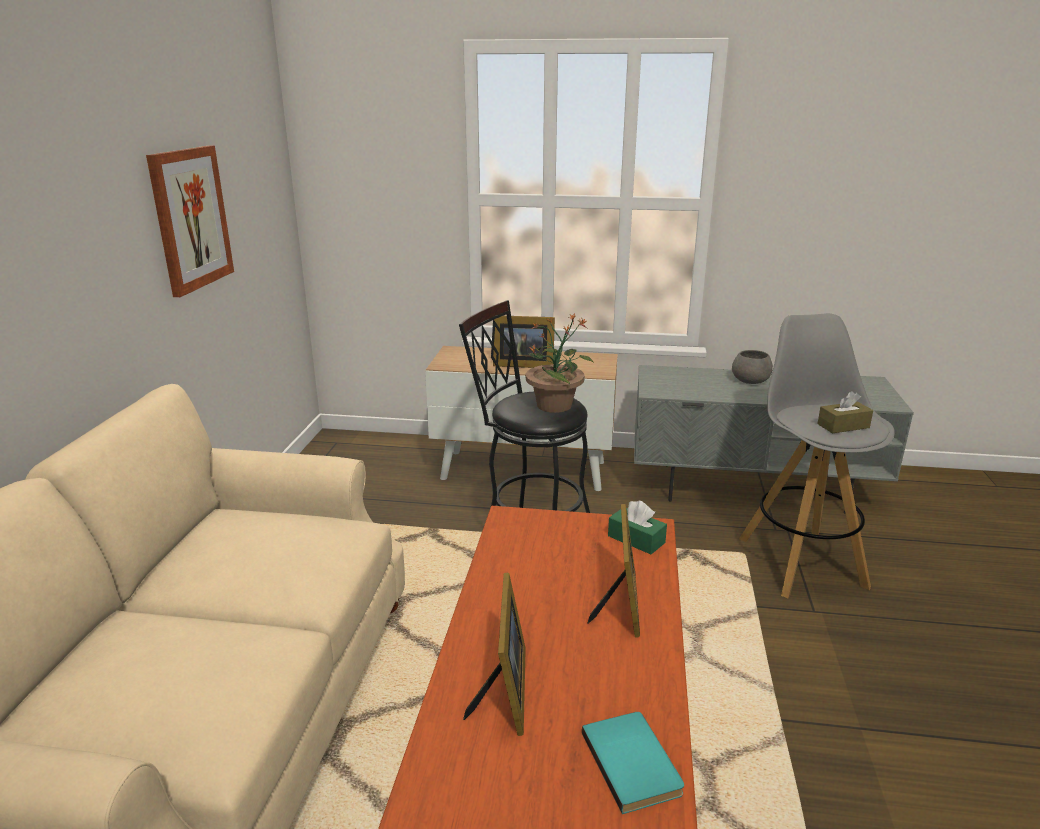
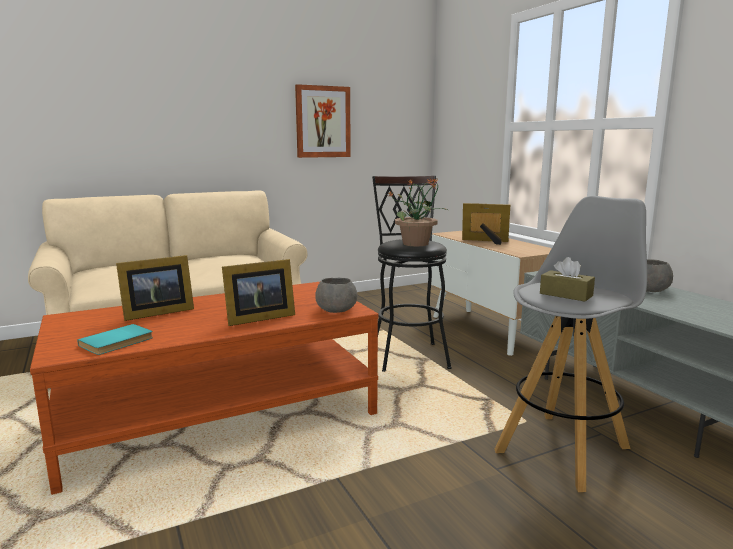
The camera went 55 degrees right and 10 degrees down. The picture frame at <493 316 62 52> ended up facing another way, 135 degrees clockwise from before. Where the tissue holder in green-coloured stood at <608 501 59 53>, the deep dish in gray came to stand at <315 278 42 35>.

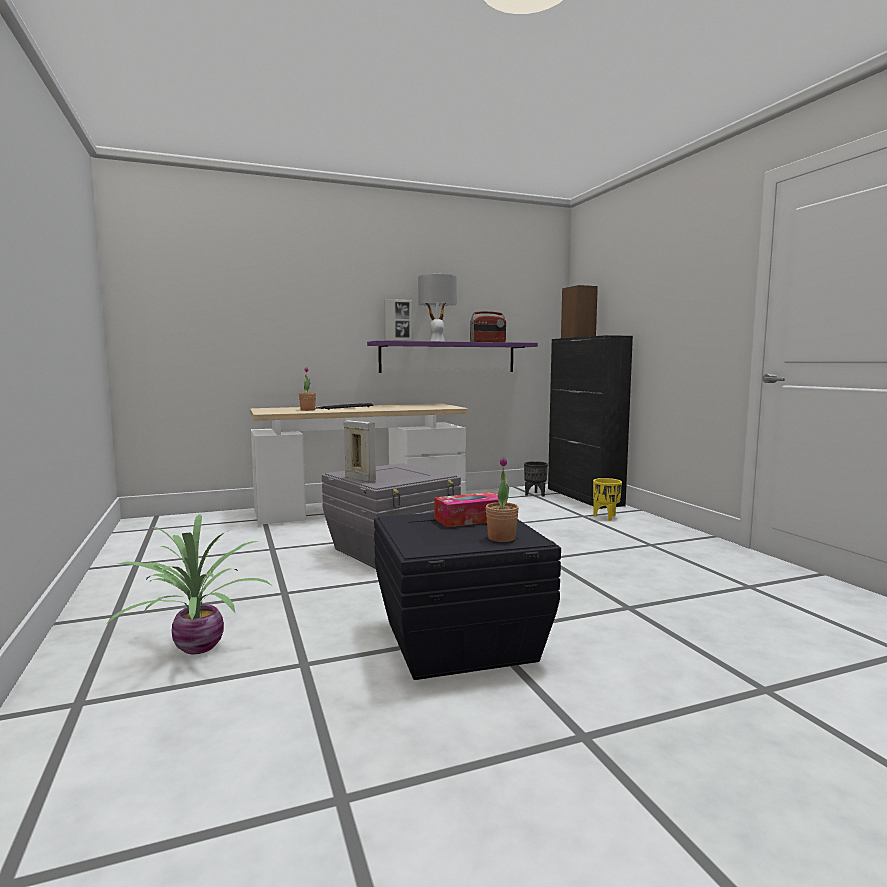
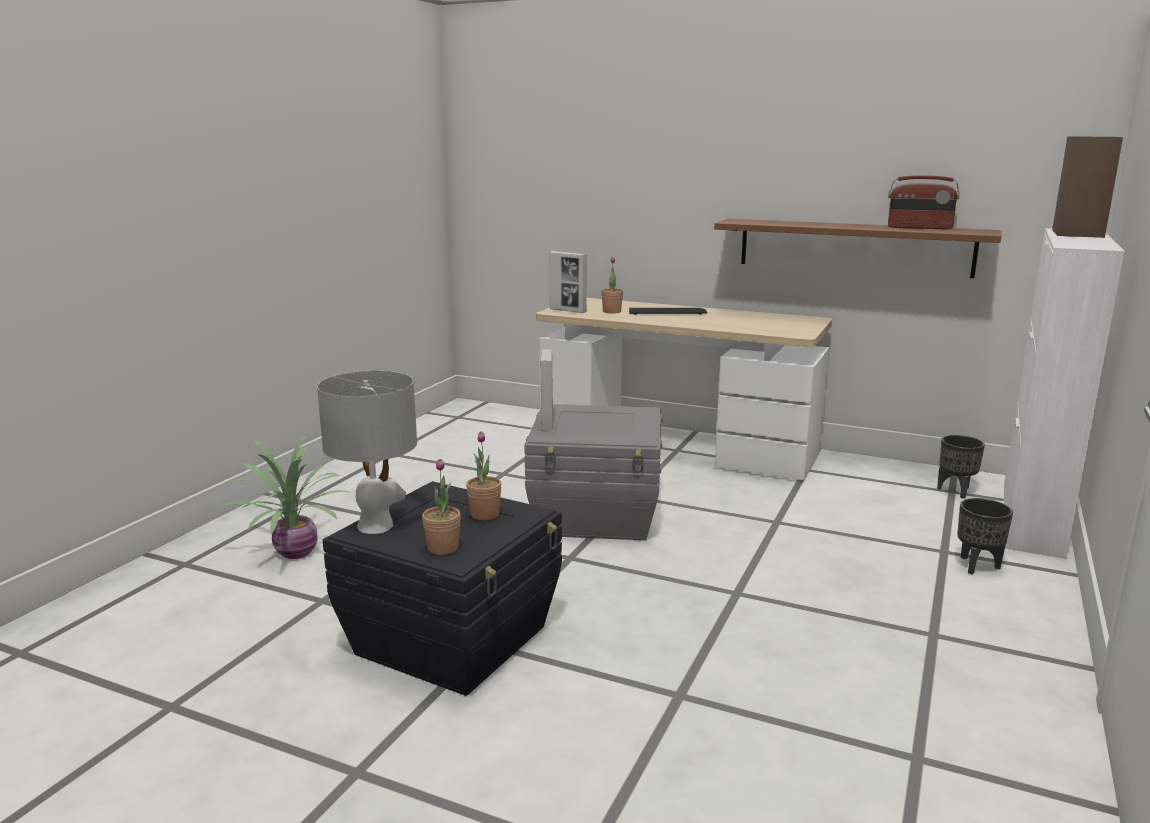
The camera went 45 degrees right and 10 degrees up. What was the bracket shelf in purplish at <367 341 171 32> turned into the bracket shelf in brown-coloured at <714 219 287 59>. The picture frame ended up elsewhere, having gone from <384 299 28 42> to <550 251 37 62>. The tabletop lamp in gray ended up elsewhere, having gone from <418 274 39 67> to <317 370 100 164>. Where the tissue holder stood at <434 492 73 35>, the houseplant came to stand at <466 431 36 89>. What was the cabinet in black-coloured at <548 335 85 174> turned into the cabinet in white at <1004 228 121 331>. What was the flower pot in yellow at <593 478 29 43> turned into the flower pot in black-coloured at <957 498 56 77>.

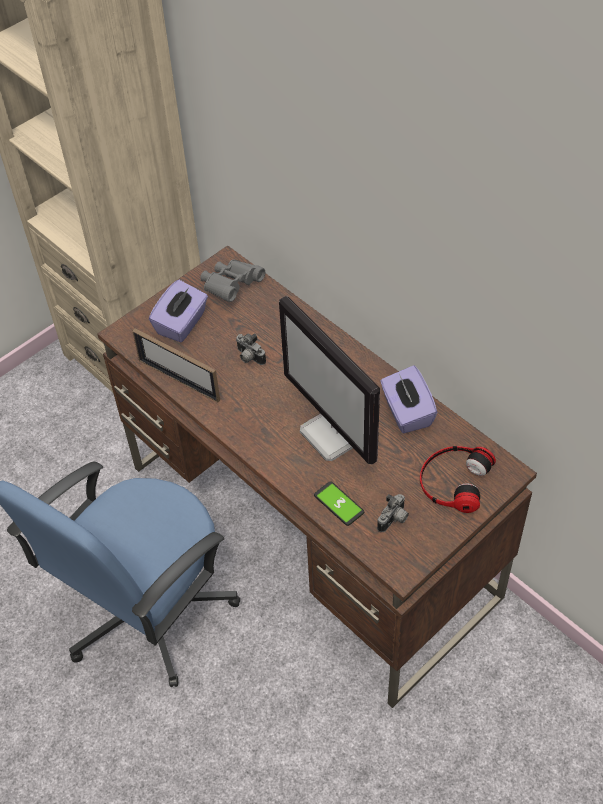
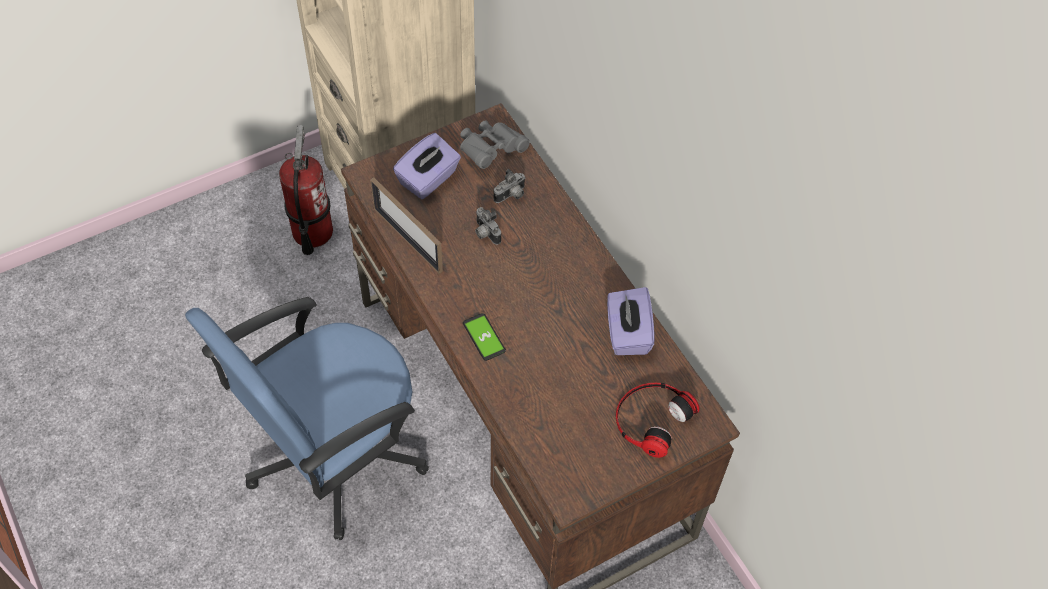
The camera went 10 degrees right and 5 degrees up. The second view lost the monitor at <279 296 101 168>. The phone ended up elsewhere, having gone from <314 482 50 44> to <463 313 43 48>. The photo camera ended up elsewhere, having gone from <377 494 32 38> to <493 169 33 34>. The second view gained the fire extinguisher at <279 125 54 130>.

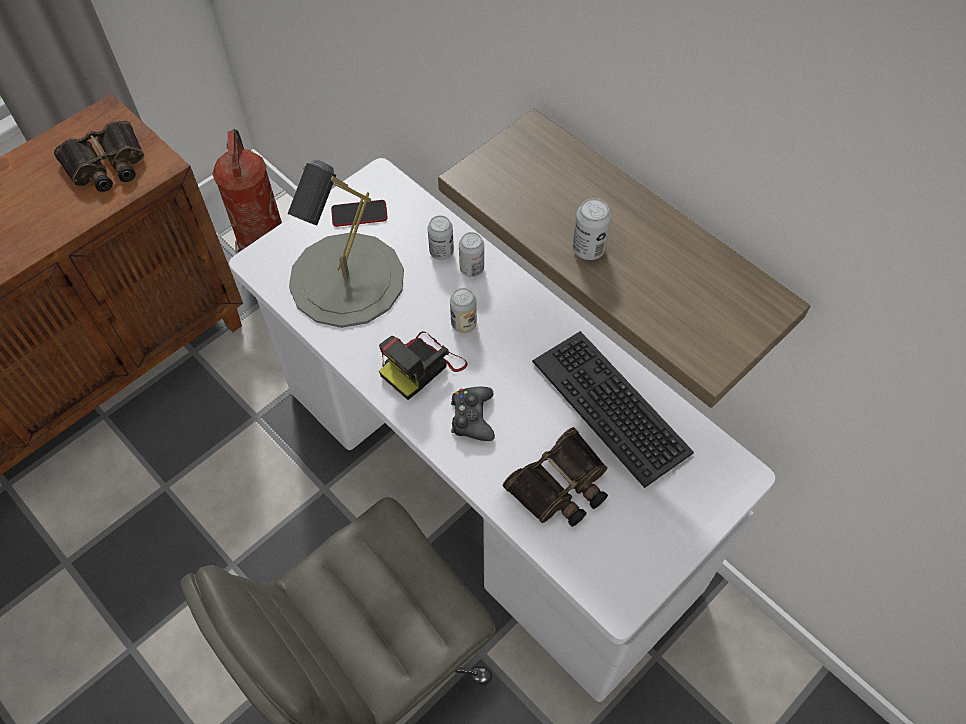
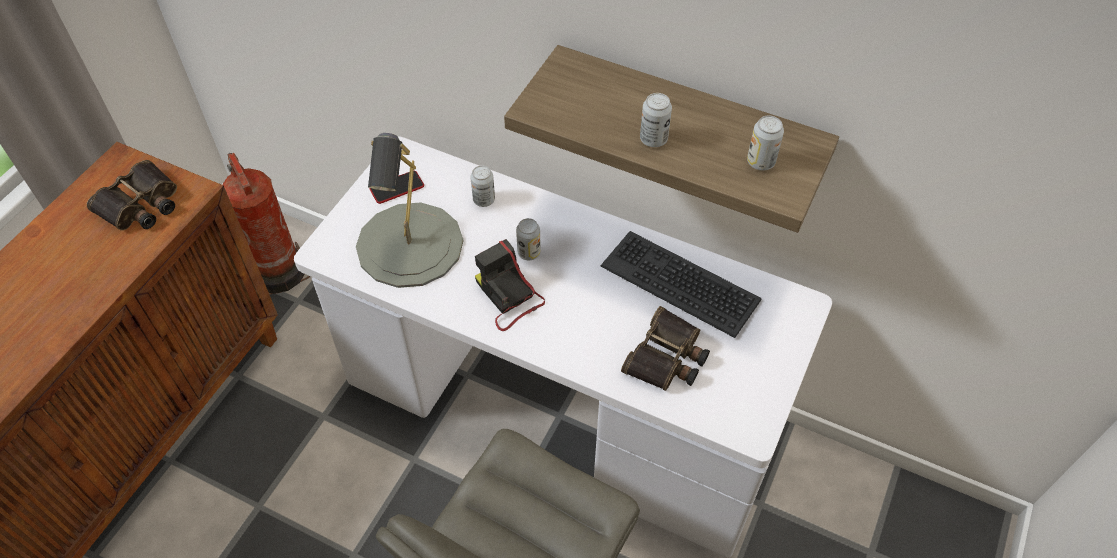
The camera went 20 degrees left and 5 degrees down. The photo camera at <379 331 89 69> ended up facing another way, 120 degrees clockwise from before. The second view lost the game controller in black-coloured at <451 387 44 54>. The can ended up elsewhere, having gone from <459 232 25 45> to <747 116 37 55>.

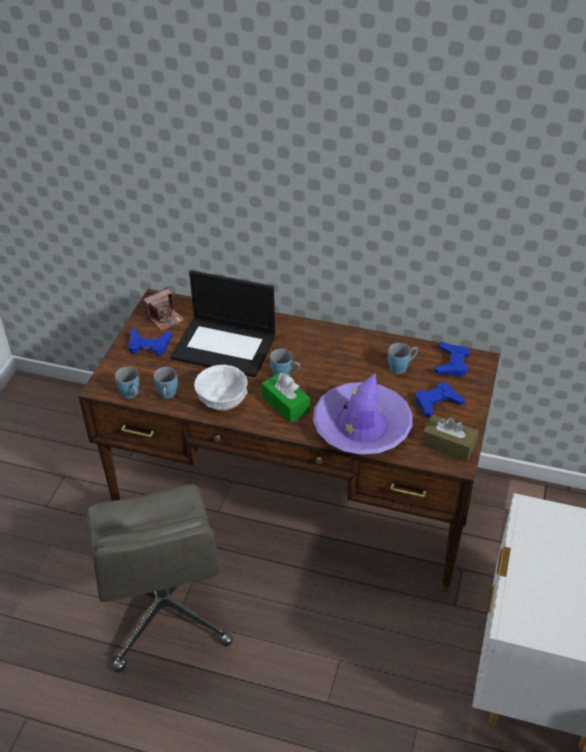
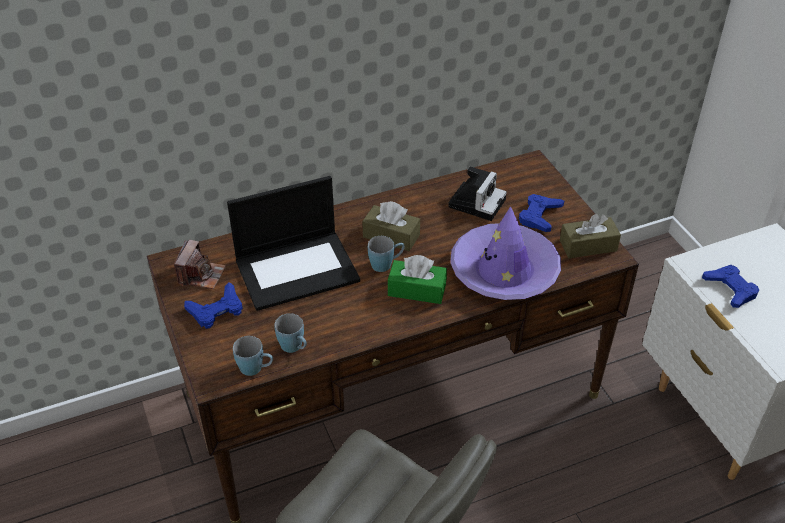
The camera went 40 degrees left and 0 degrees up. The second view lost the deep dish in white at <194 365 54 46>. Where the mug in bluish stood at <388 343 30 31>, the photo camera came to stand at <448 167 59 54>. The game controller in bluish ended up elsewhere, having gone from <434 342 36 35> to <702 265 57 43>. The second view gained the tissue holder in brown-coloured at <362 201 58 50>.

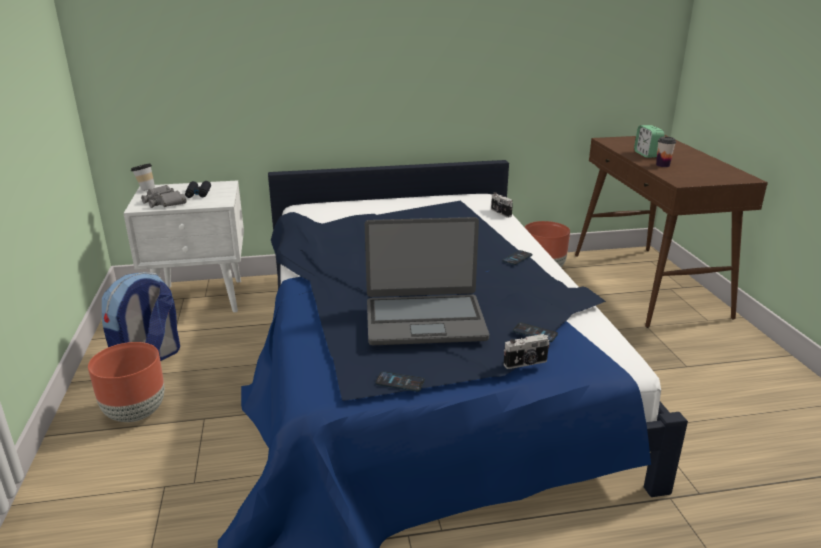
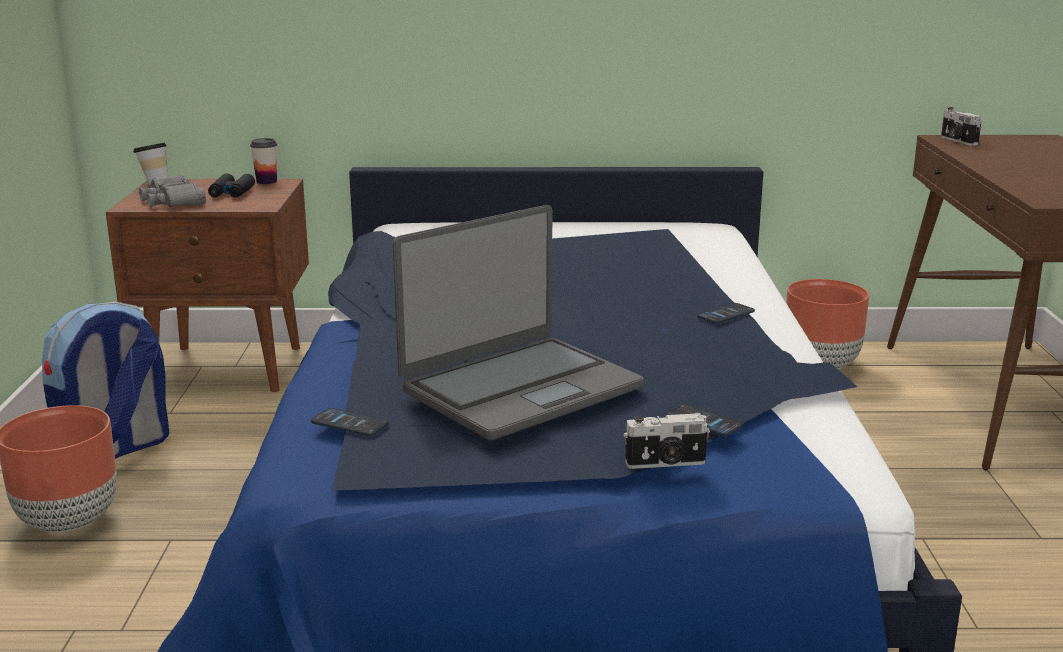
The camera went 10 degrees right and 5 degrees down. What was the bedside table in white at <123 180 121 132> turned into the bedside table in brown-coloured at <106 179 203 213>. The laptop at <365 217 124 128> ended up facing another way, 45 degrees counterclockwise from before. The phone ended up elsewhere, having gone from <375 371 50 21> to <311 408 78 28>. The photo camera ended up elsewhere, having gone from <491 192 22 26> to <941 107 41 39>. The second view lost the alarm clock at <634 125 31 33>. The drinking cup ended up elsewhere, having gone from <656 137 20 30> to <250 138 27 46>.

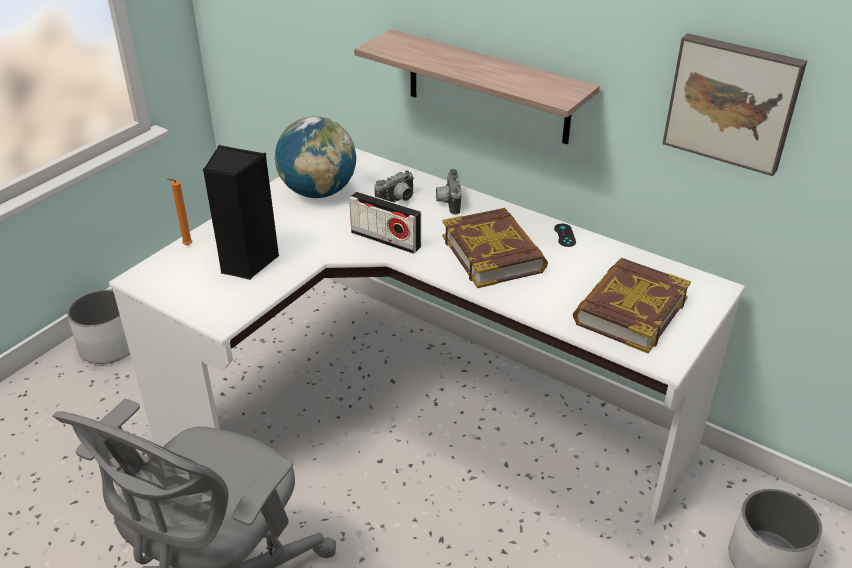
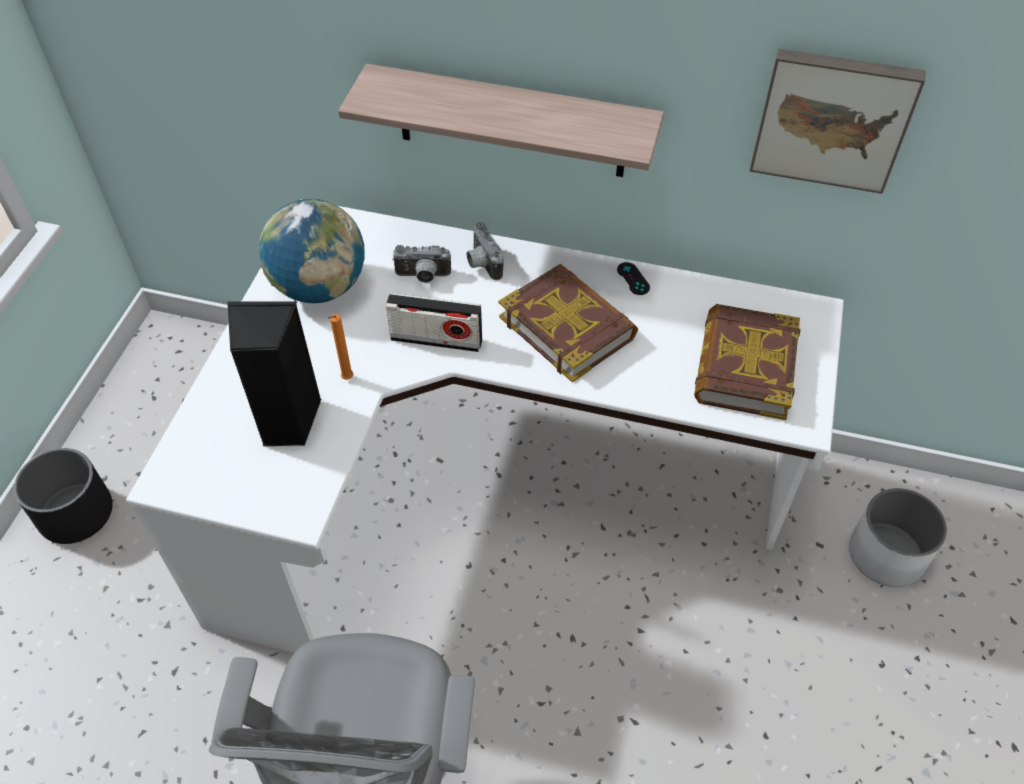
The camera went 20 degrees left and 15 degrees up. What was the flower pot in white at <67 290 63 74> turned into the flower pot in black-coloured at <14 448 99 96>. The wax candle in orange-coloured ended up elsewhere, having gone from <167 178 25 67> to <328 314 26 66>. The photo camera at <374 170 40 32> ended up facing another way, 60 degrees clockwise from before.

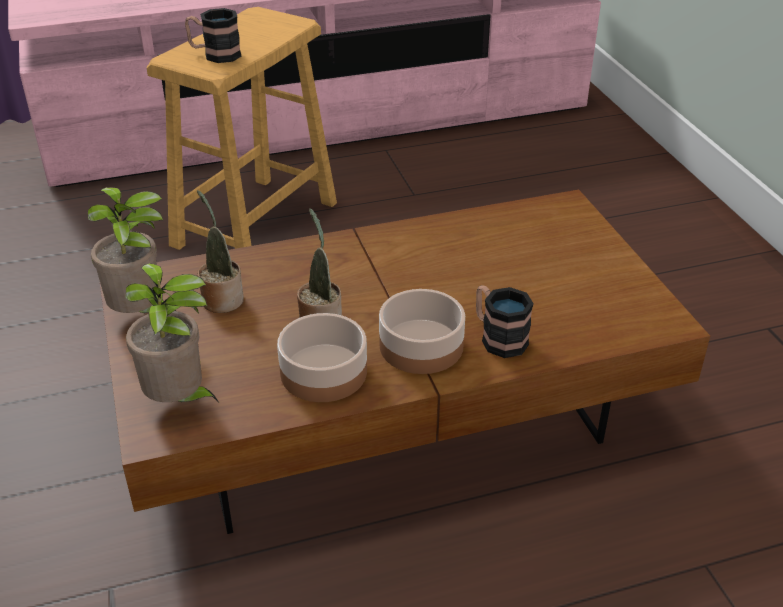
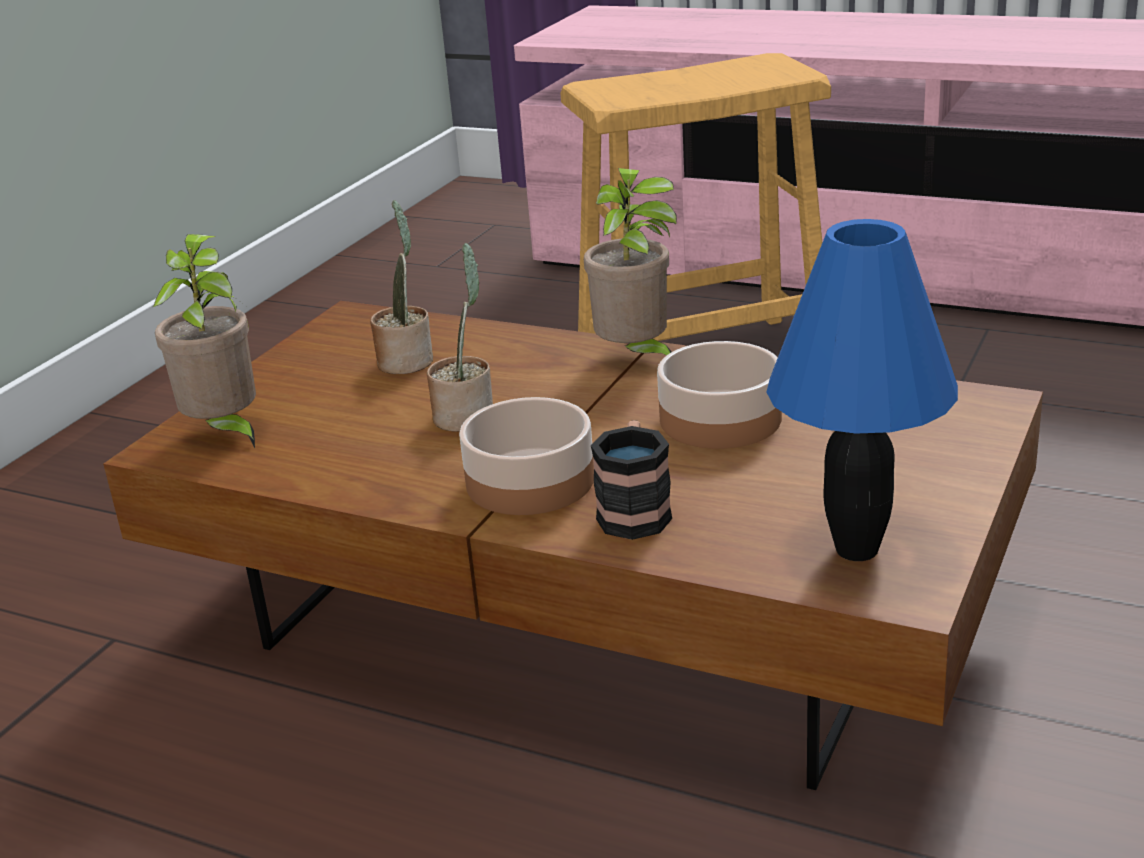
The camera went 45 degrees right and 10 degrees down. The houseplant ended up elsewhere, having gone from <88 187 88 126> to <584 168 93 187>. The second view lost the mug at <185 8 57 55>. The deep dish ended up elsewhere, having gone from <277 313 90 89> to <657 341 125 108>. The second view gained the tabletop lamp in bluish at <766 219 192 342>.

